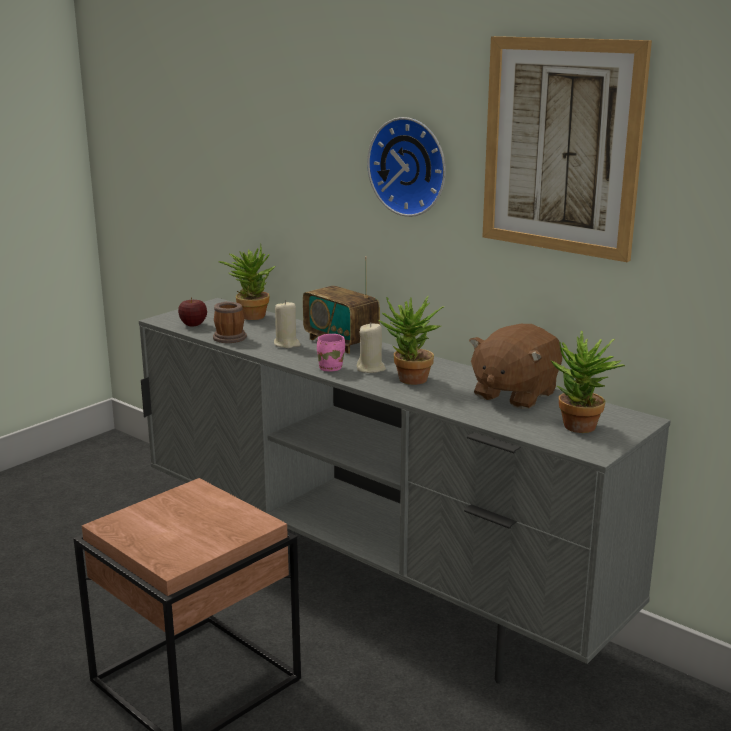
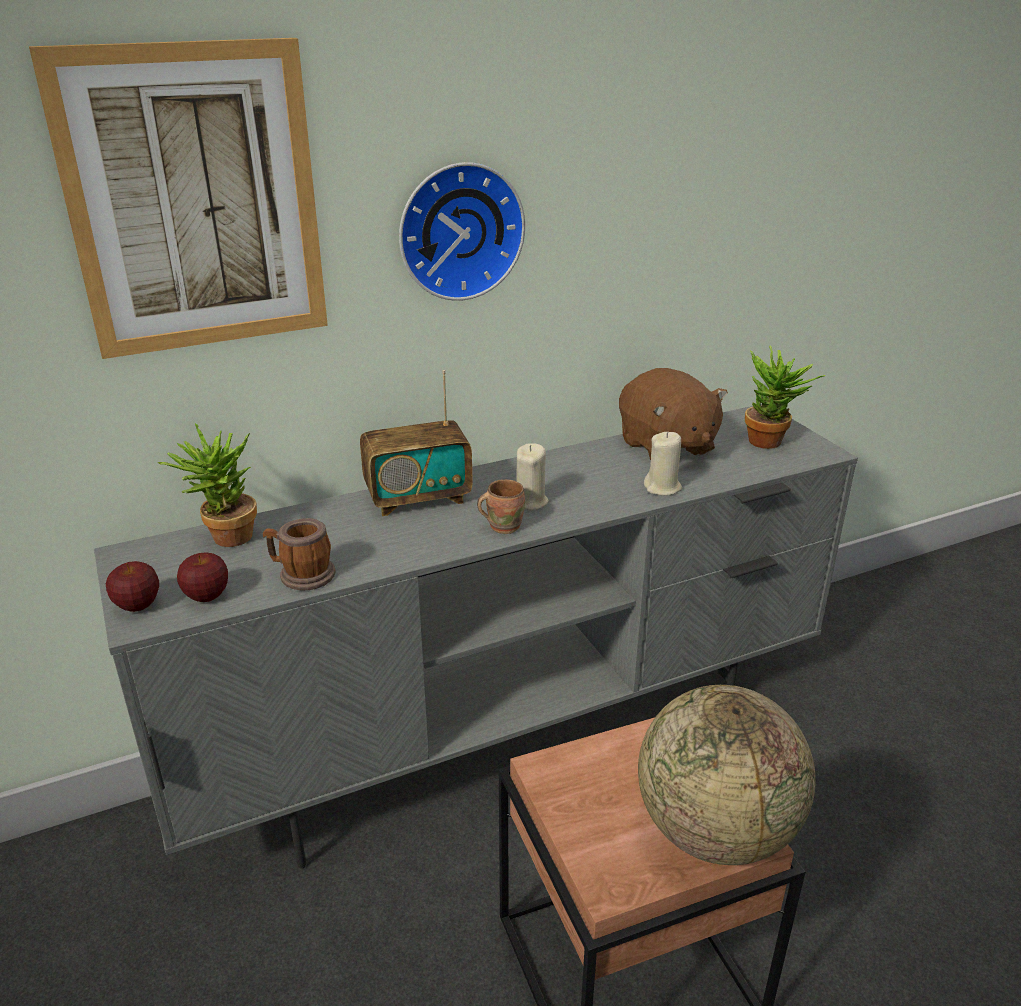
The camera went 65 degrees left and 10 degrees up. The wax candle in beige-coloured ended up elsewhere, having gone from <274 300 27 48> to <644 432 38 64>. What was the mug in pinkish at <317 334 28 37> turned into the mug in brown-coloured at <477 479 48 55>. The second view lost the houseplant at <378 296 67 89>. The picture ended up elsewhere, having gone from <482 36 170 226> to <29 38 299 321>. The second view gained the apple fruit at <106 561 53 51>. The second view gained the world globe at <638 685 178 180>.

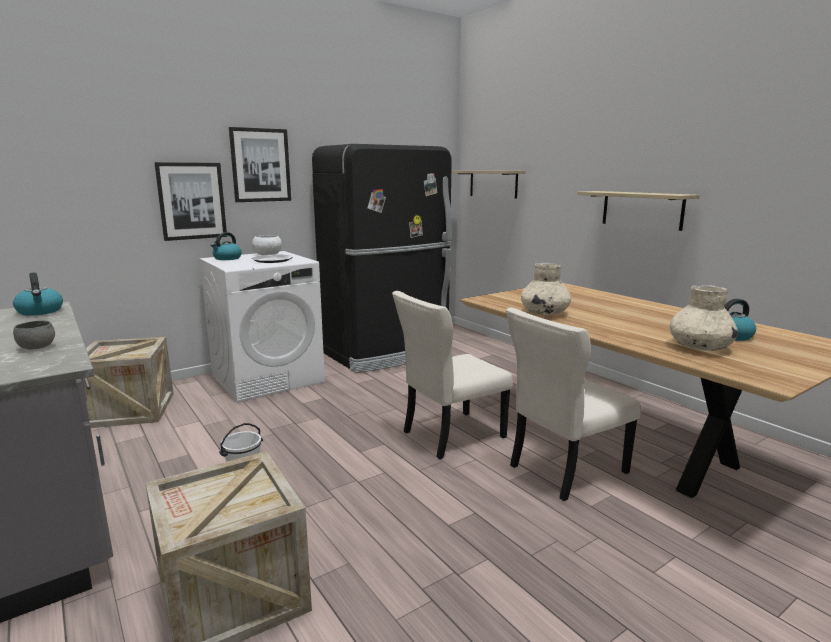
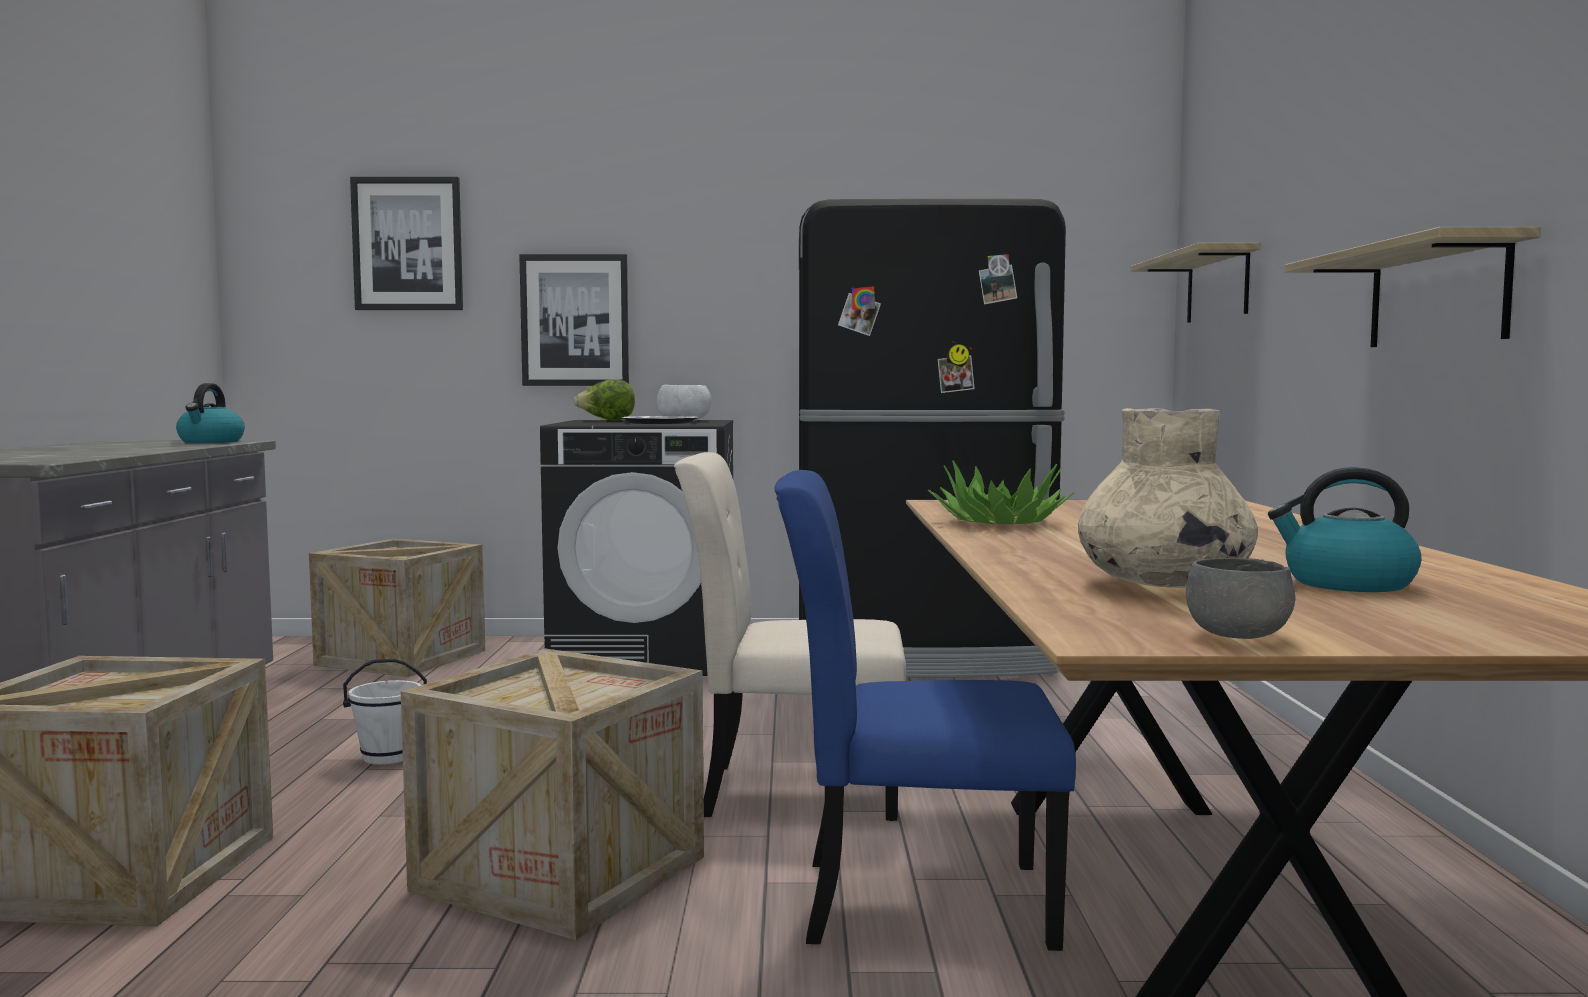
The camera went 35 degrees right and 10 degrees down. The deep dish in gray ended up elsewhere, having gone from <13 320 42 29> to <1186 558 110 81>. What was the laundry appliance in white at <199 251 126 152> turned into the laundry appliance in black-coloured at <540 420 193 256>. Where the kettle stood at <211 232 31 28>, the head of lettuce came to stand at <573 379 62 42>. The picture ended up elsewhere, having gone from <229 127 62 75> to <350 177 113 133>. What was the chair in beige-coloured at <506 308 135 193> turned into the chair in bluish at <774 470 302 481>. Where the flower vase in beige-coloured stood at <521 263 50 52>, the houseplant came to stand at <928 460 146 64>. The second view gained the packing crate at <401 649 303 291>.

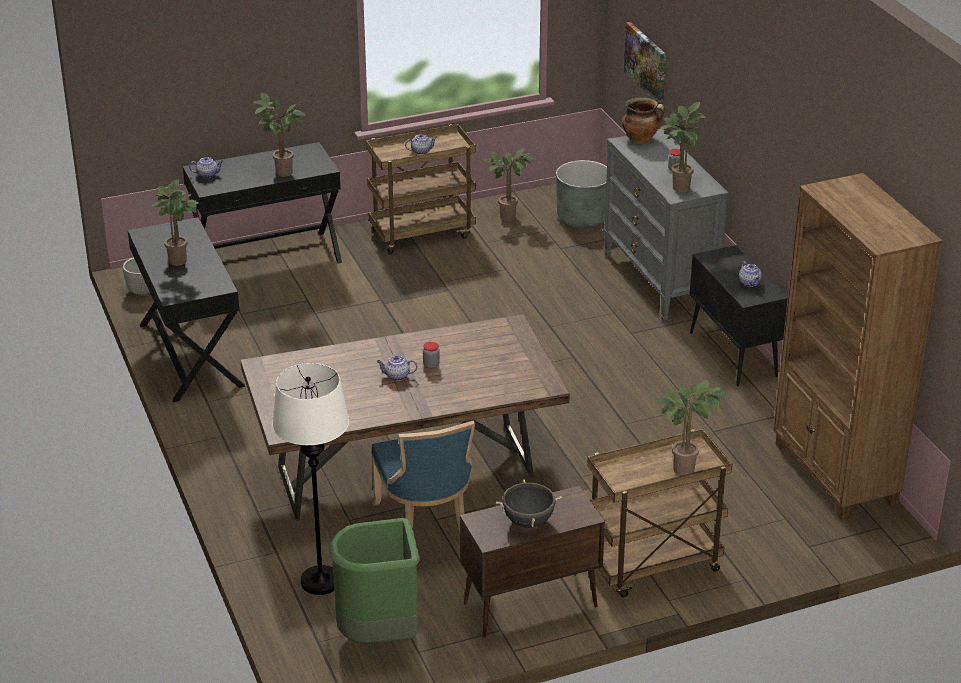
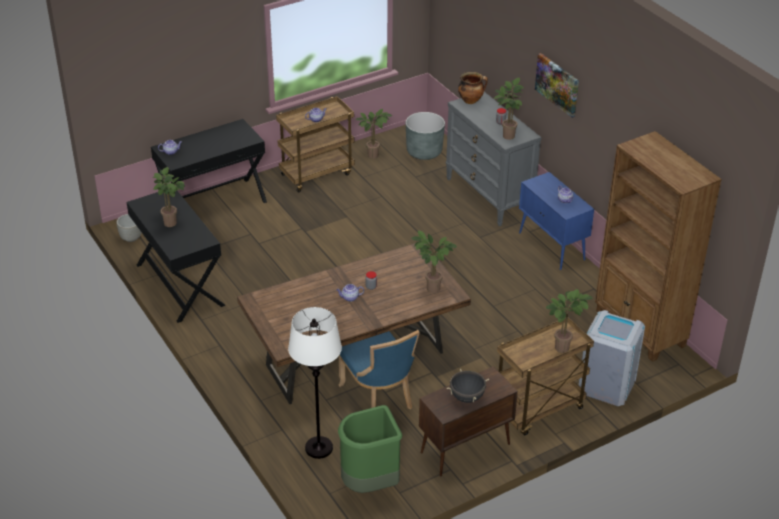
The camera went 10 degrees left and 5 degrees up. The houseplant ended up elsewhere, having gone from <253 93 52 84> to <411 231 46 62>. The picture ended up elsewhere, having gone from <624 22 42 82> to <535 53 44 65>. What was the cabinet in black-coloured at <690 245 98 141> turned into the cabinet in bluish at <519 172 75 98>. The second view gained the trash can in gray at <579 310 66 96>.

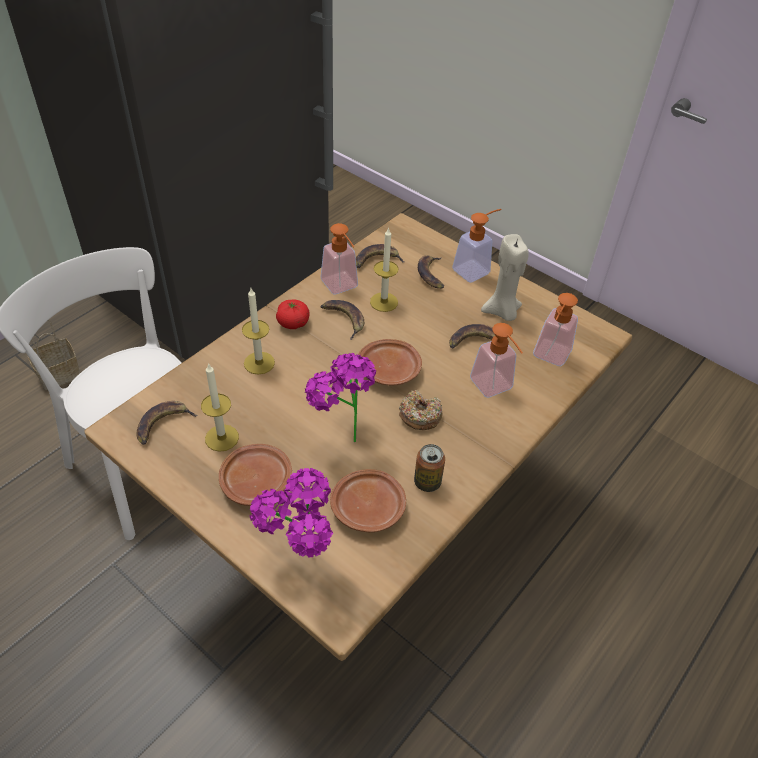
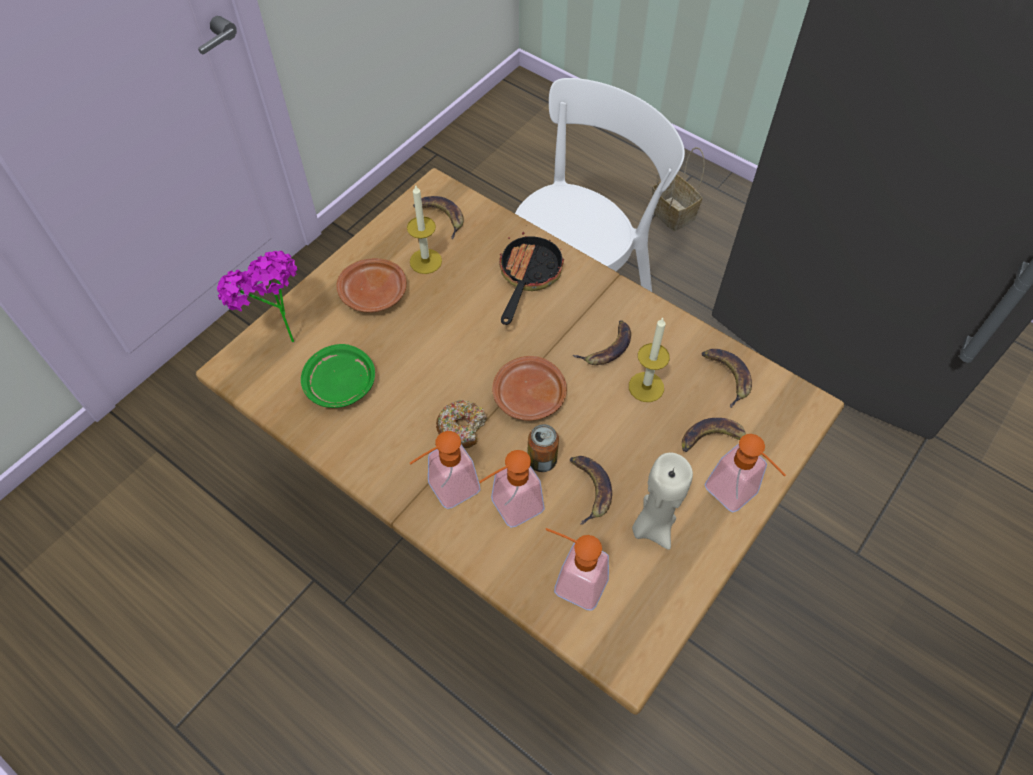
The camera went 90 degrees right and 10 degrees up. Where the wax candle stood at <242 288 33 87>, the pan came to stand at <500 232 64 93>. The second view lost the whole tomato at <276 299 33 30>. The second view lost the houseplant at <305 353 71 89>. The liquid soap bottle ended up elsewhere, having gone from <321 223 37 71> to <410 431 71 78>. What was the flat dish in brown-coloured at <330 469 76 63> turned into the flat dish in green-coloured at <301 344 74 64>. The can ended up elsewhere, having gone from <414 444 31 48> to <527 424 32 48>.

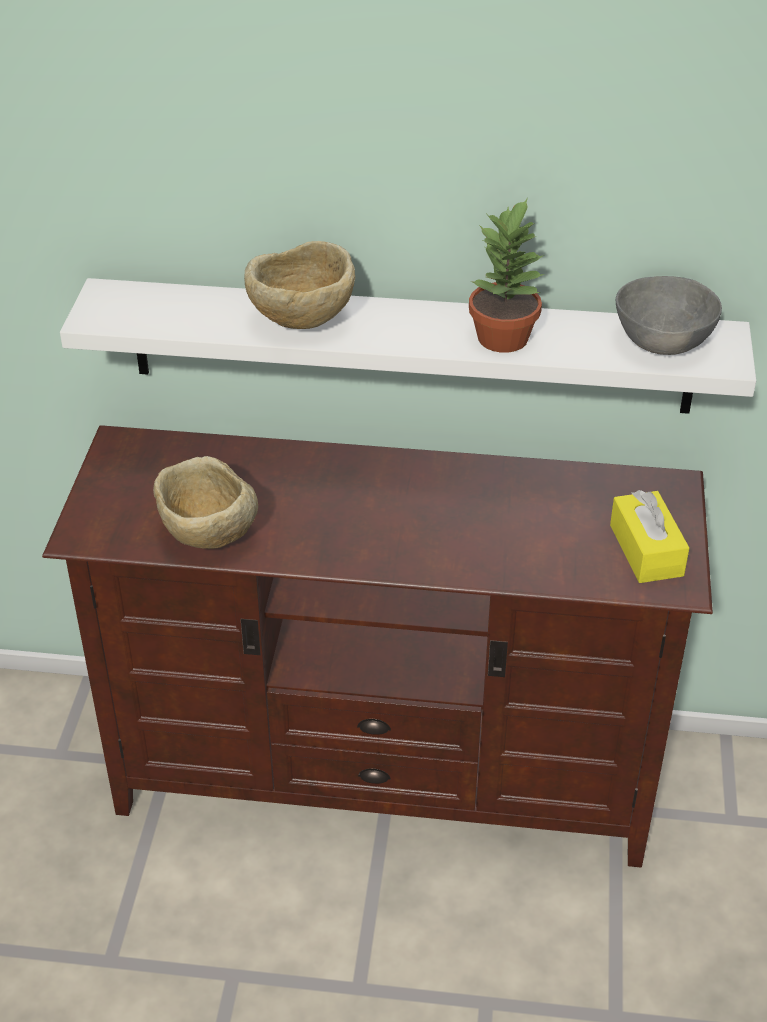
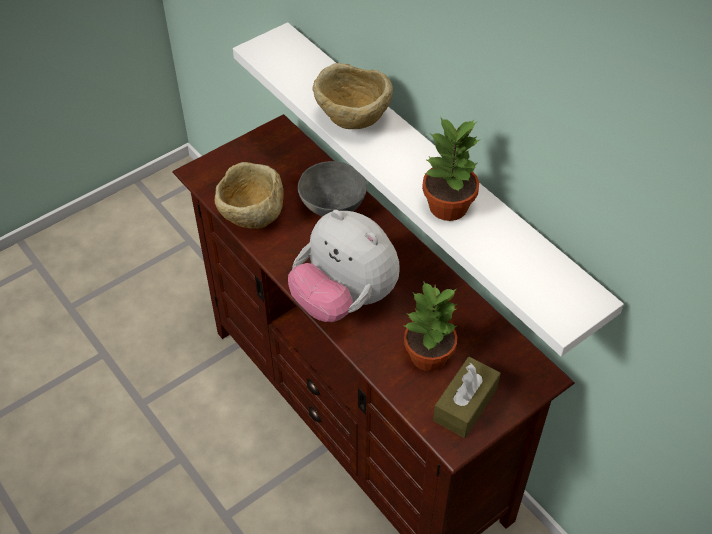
The camera went 45 degrees right and 10 degrees up. What was the tissue holder in yellow at <610 490 79 93> turned into the tissue holder in brown-coloured at <433 357 68 81>. The deep dish in gray ended up elsewhere, having gone from <616 276 106 79> to <298 161 69 55>. The second view gained the soft toy at <288 210 112 112>. The second view gained the houseplant at <404 280 53 91>.

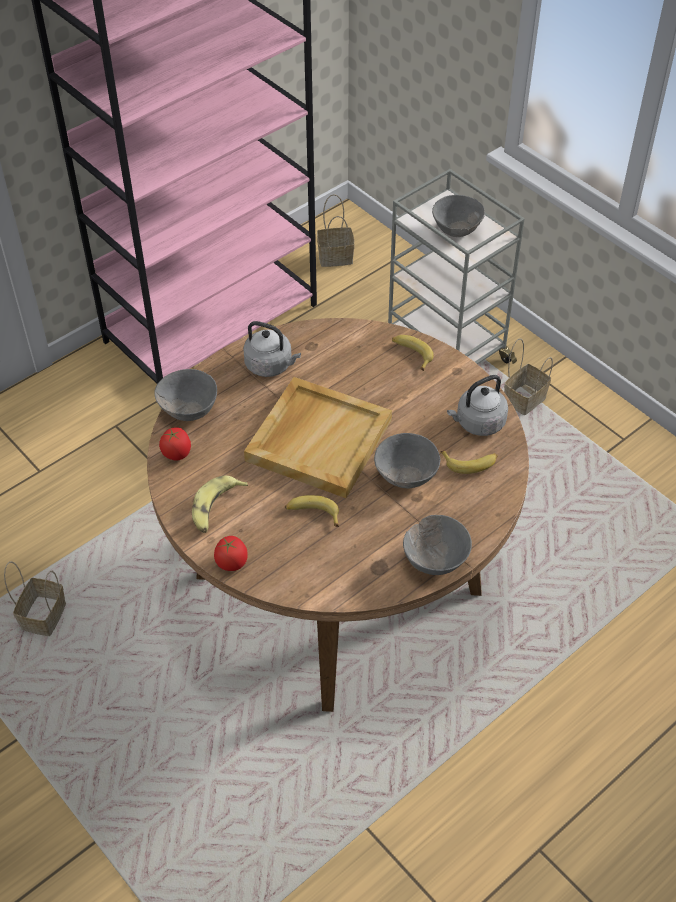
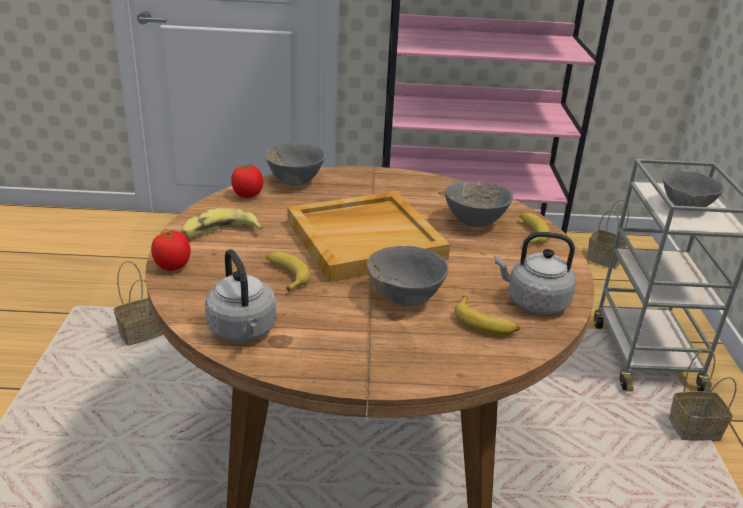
The camera went 40 degrees right and 20 degrees down. The kettle in gray ended up elsewhere, having gone from <243 321 58 56> to <205 249 71 93>. The deep dish in gray ended up elsewhere, having gone from <403 515 69 60> to <445 181 68 46>.

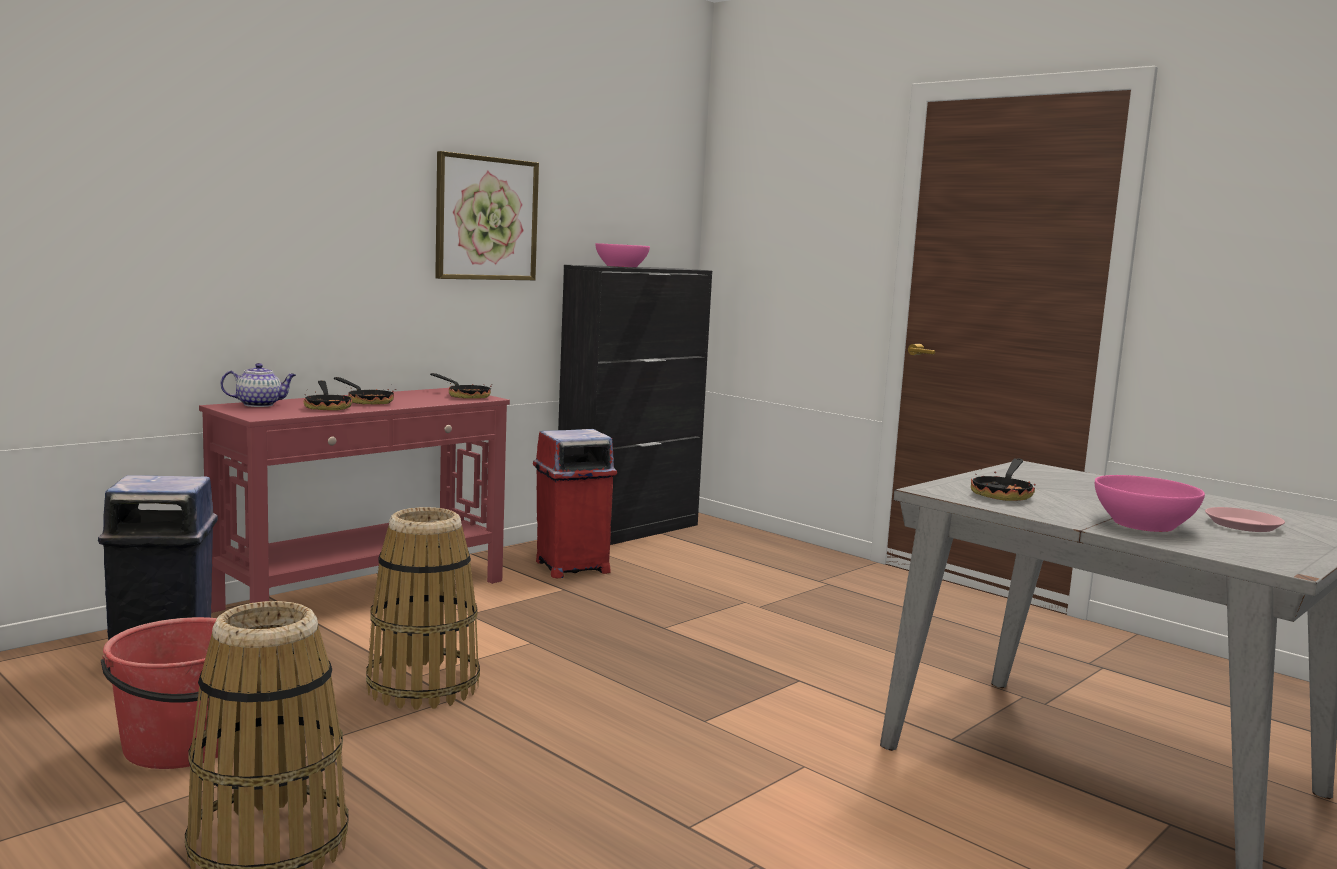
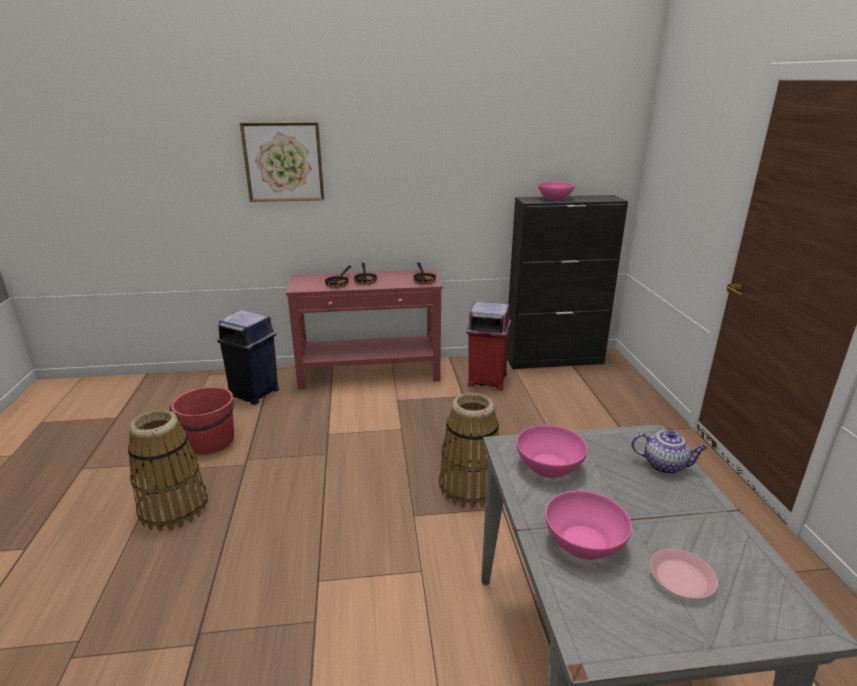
The camera went 40 degrees right and 15 degrees up. The pot for tea ended up elsewhere, having gone from <220 363 76 44> to <632 430 76 44>. The basket ended up elsewhere, having gone from <366 507 114 203> to <439 393 60 115>. The picture ended up elsewhere, having gone from <435 151 104 129> to <240 122 84 80>. Where the pan stood at <971 458 65 43>, the deep dish in pinkish came to stand at <517 425 70 53>.

